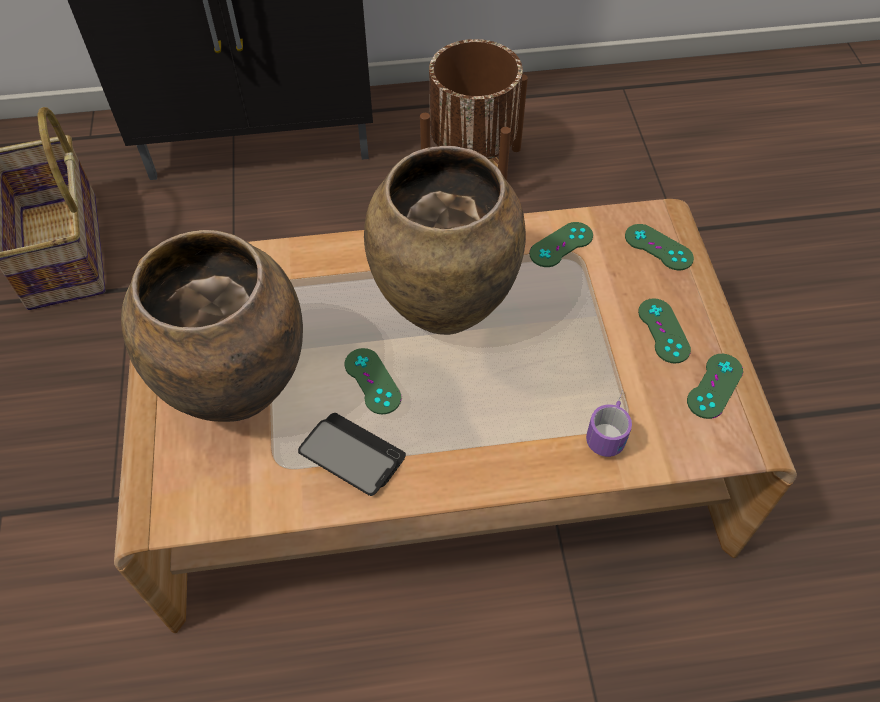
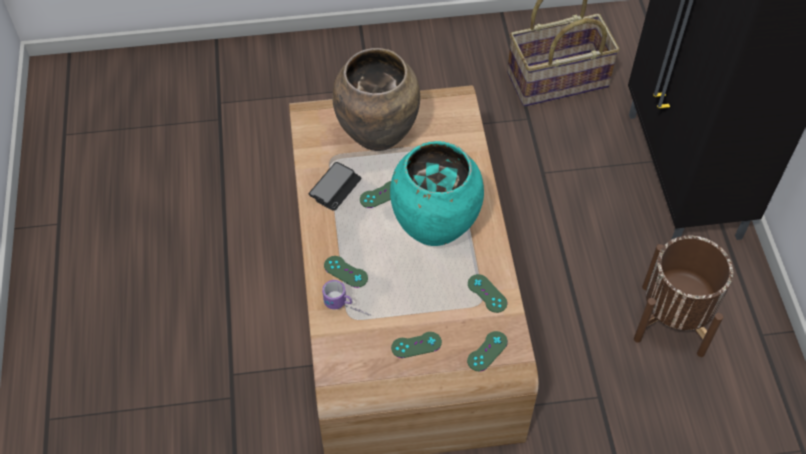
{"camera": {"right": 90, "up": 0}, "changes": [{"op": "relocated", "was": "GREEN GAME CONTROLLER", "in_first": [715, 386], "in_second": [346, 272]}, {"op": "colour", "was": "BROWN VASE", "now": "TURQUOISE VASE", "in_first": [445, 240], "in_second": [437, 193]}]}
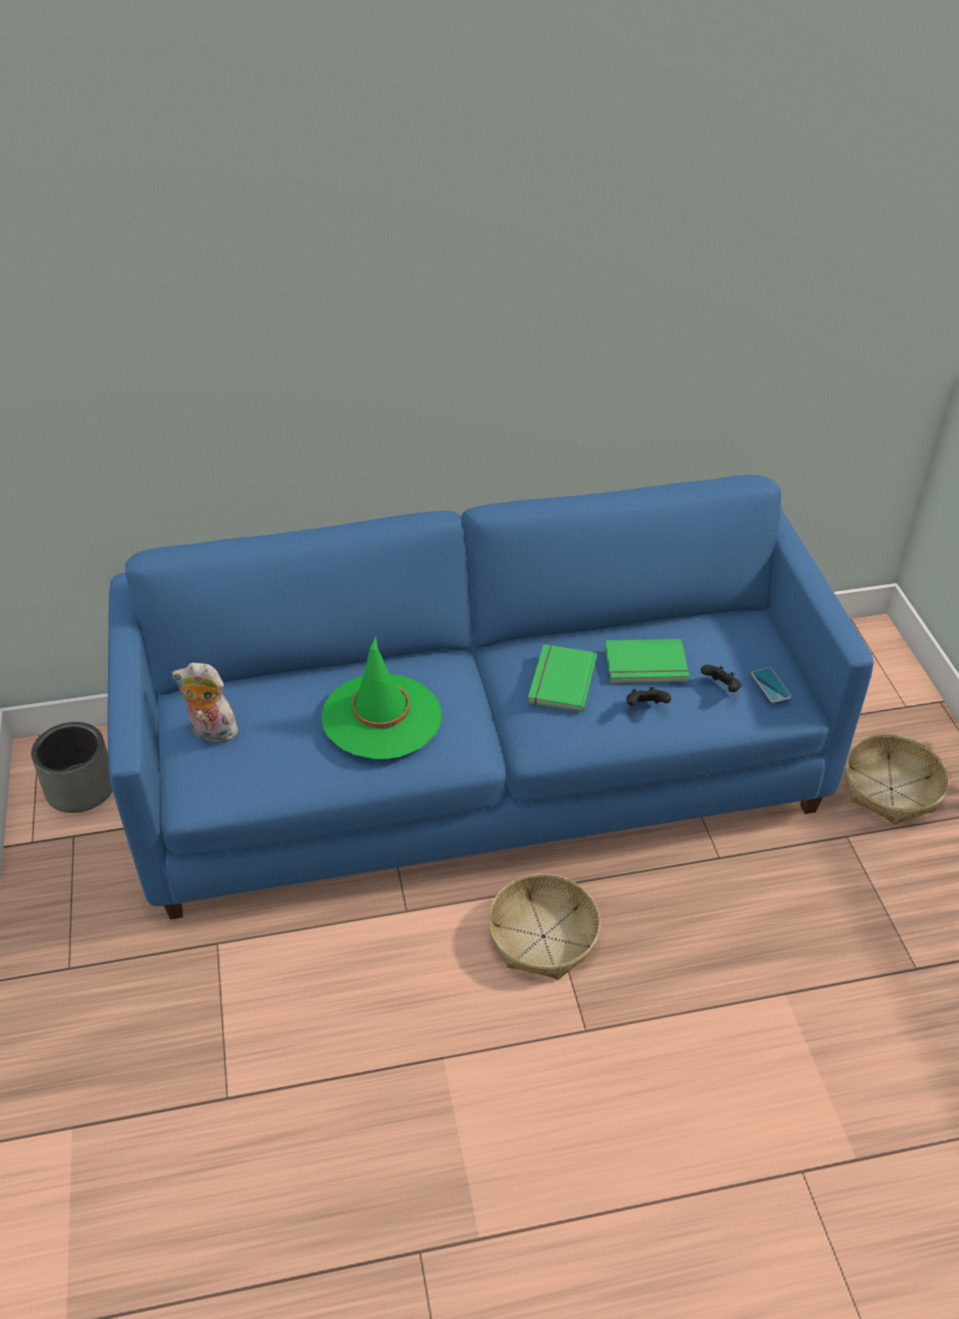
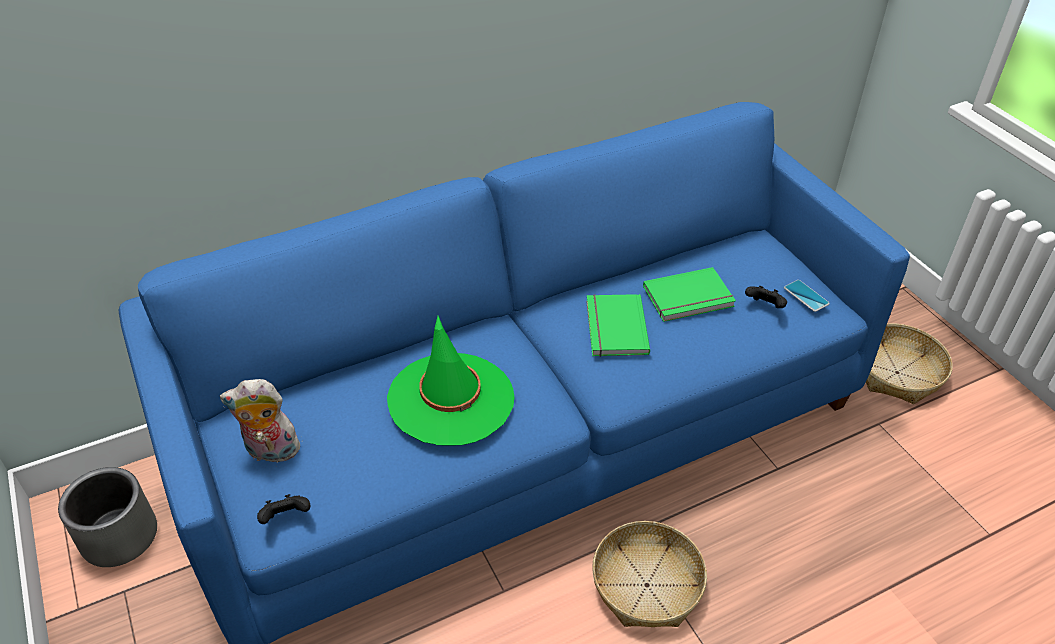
{"camera": {"right": -15, "up": 0}, "changes": [{"op": "relocated", "was": "BLACK GAME CONTROLLER", "in_first": [649, 696], "in_second": [283, 509]}]}
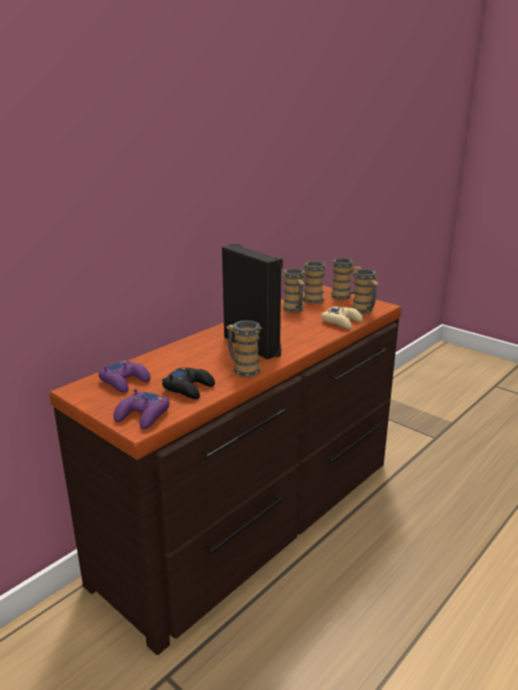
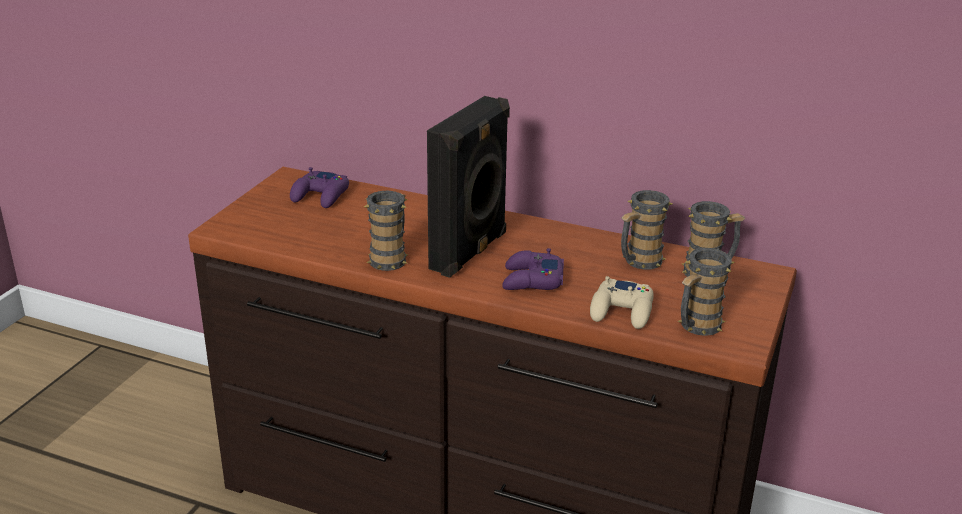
{"camera": {"right": 70, "up": 5}, "changes": [{"op": "relocated", "was": "PURPLE GAME CONTROLLER", "in_first": [141, 409], "in_second": [533, 269]}, {"op": "missing", "was": "BLACK GAME CONTROLLER", "in_first": [188, 383]}, {"op": "missing", "was": "MUG", "in_first": [346, 279]}]}
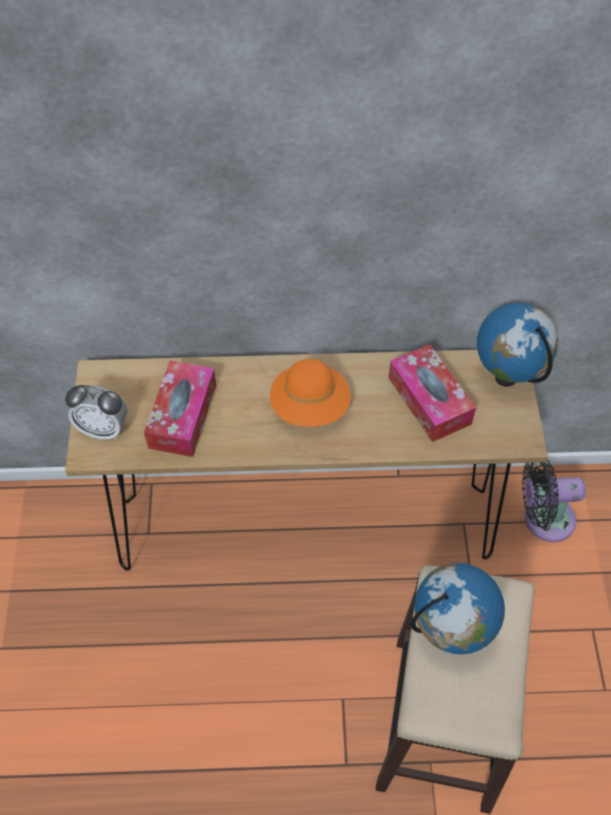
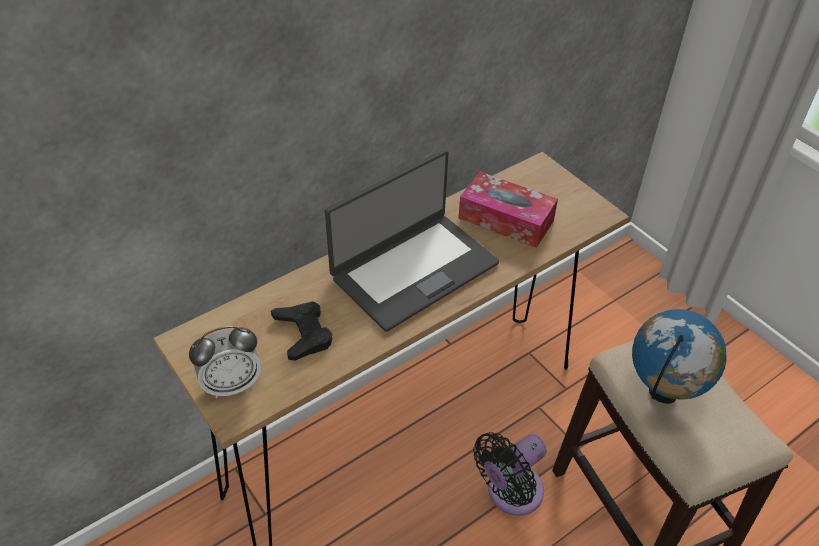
{"camera": {"right": -35, "up": -10}, "changes": [{"op": "exchanged", "was": "TISSUE BOX", "now": "BLACK GAME CONTROLLER", "in_first": [180, 408], "in_second": [302, 331]}, {"op": "exchanged", "was": "ORANGE HAT", "now": "LAPTOP", "in_first": [310, 393], "in_second": [412, 241]}, {"op": "relocated", "was": "BLACK FAN", "in_first": [554, 501], "in_second": [510, 474]}, {"op": "missing", "was": "GLOBE", "in_first": [517, 344]}]}
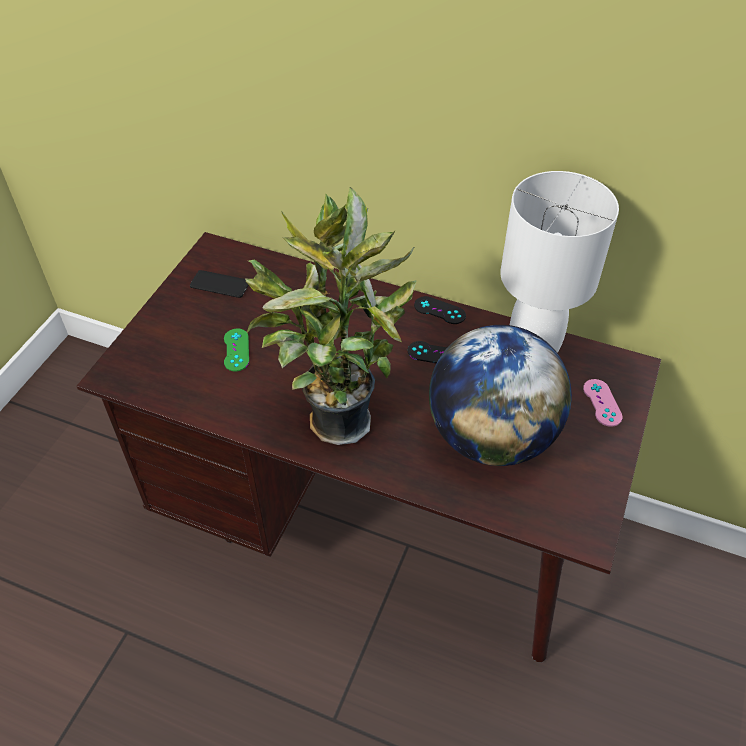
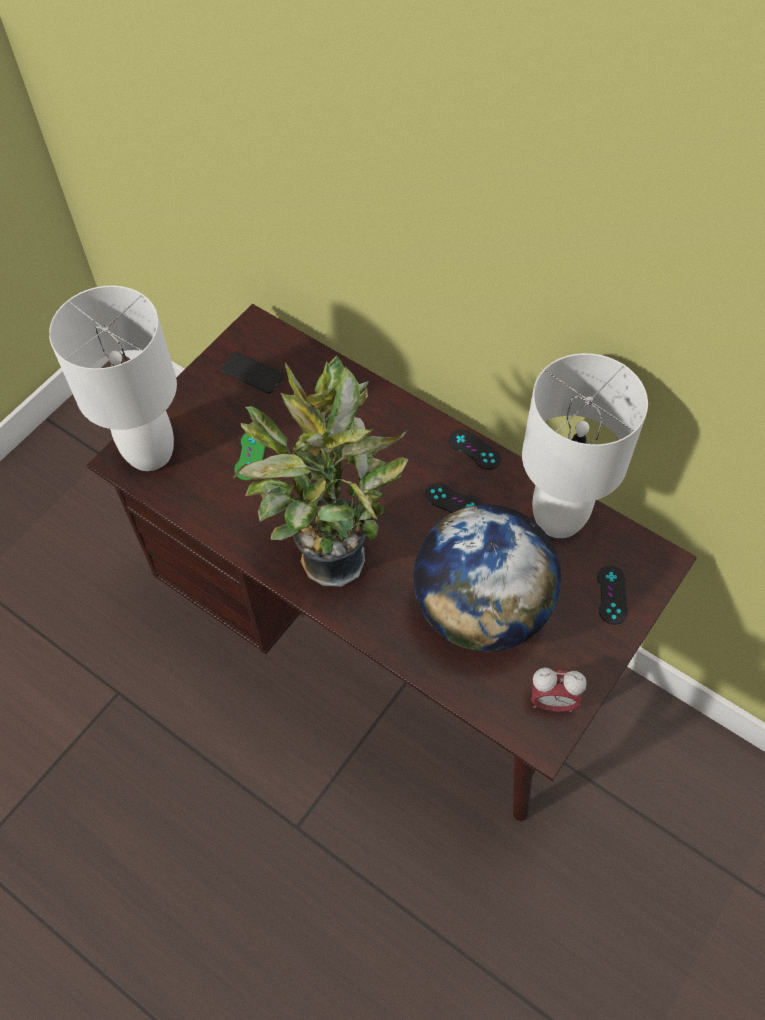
{"camera": {"right": 15, "up": 10}, "changes": [{"op": "appeared", "now": "WHITE TABLE LAMP", "in_second": [113, 378]}, {"op": "appeared", "now": "ALARM CLOCK", "in_second": [559, 690]}, {"op": "colour", "was": "PINK GAME CONTROLLER", "now": "BLACK GAME CONTROLLER", "in_first": [603, 403], "in_second": [612, 595]}]}
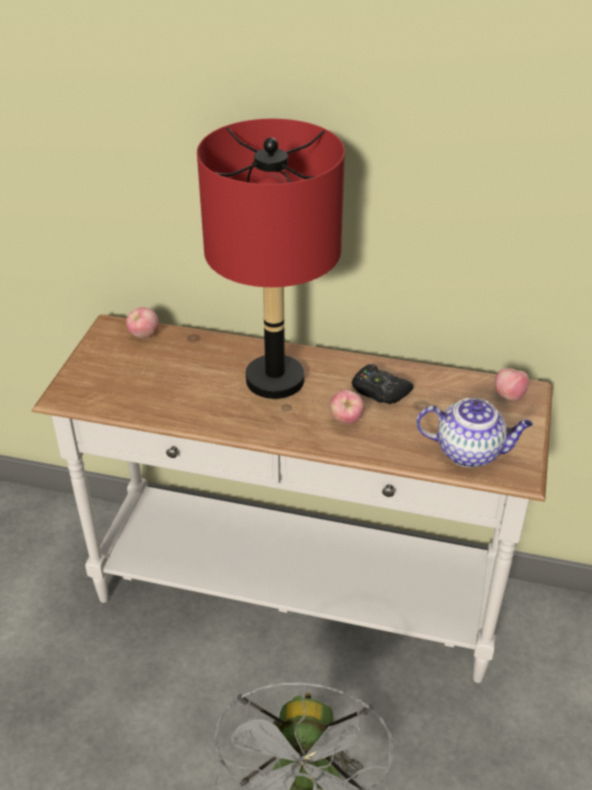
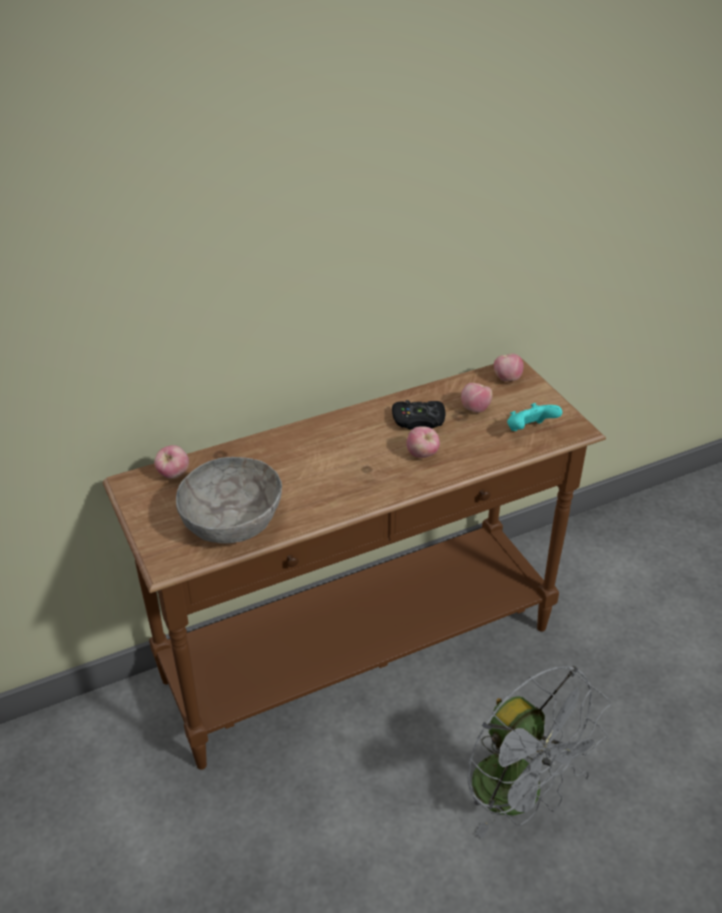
{"camera": {"right": -40, "up": 0}, "changes": [{"op": "colour", "was": "WHITE CONSOLE TABLE", "now": "BROWN CONSOLE TABLE", "in_first": [292, 498], "in_second": [354, 564]}, {"op": "appeared", "now": "GREY BOWL", "in_second": [229, 500]}, {"op": "appeared", "now": "APPLE", "in_second": [477, 398]}, {"op": "exchanged", "was": "TEAPOT", "now": "TURQUOISE GAME CONTROLLER", "in_first": [474, 432], "in_second": [534, 417]}, {"op": "missing", "was": "RED TABLE LAMP", "in_first": [271, 259]}]}
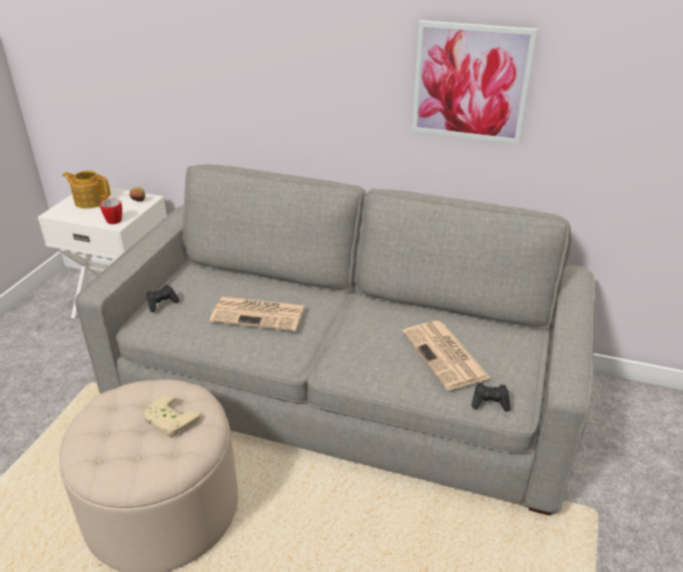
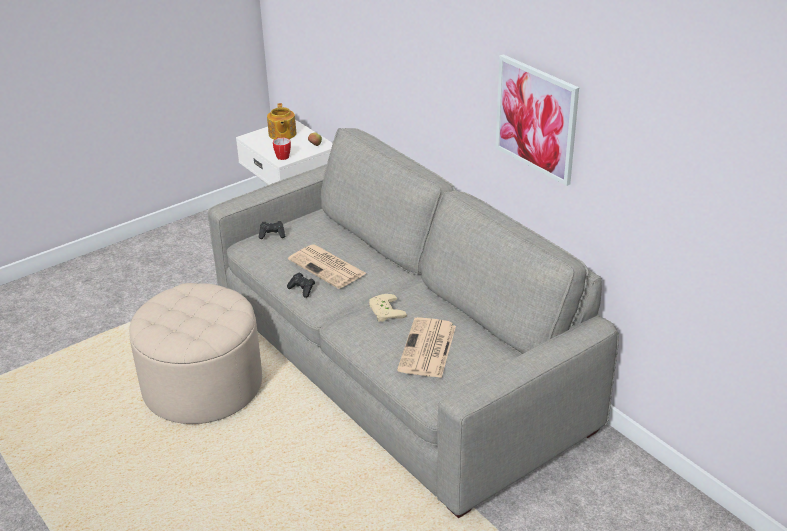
{"camera": {"right": 35, "up": 0}, "changes": [{"op": "spun", "was": "TEAPOT", "in_first": [86, 190], "in_second": [282, 121], "clockwise": -150}, {"op": "relocated", "was": "BLACK GAME CONTROLLER", "in_first": [491, 397], "in_second": [301, 285]}, {"op": "relocated", "was": "BEIGE GAME CONTROLLER", "in_first": [172, 416], "in_second": [388, 308]}]}
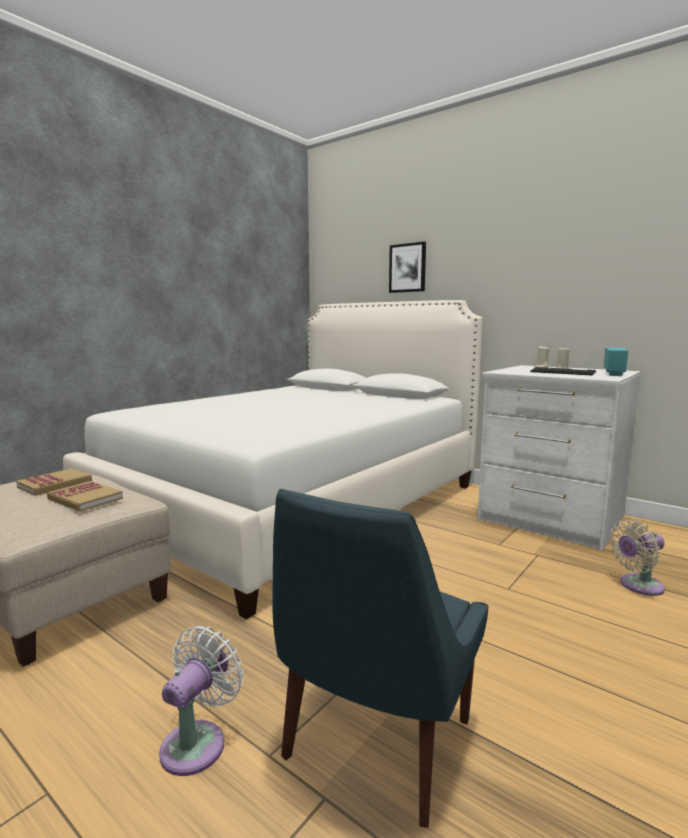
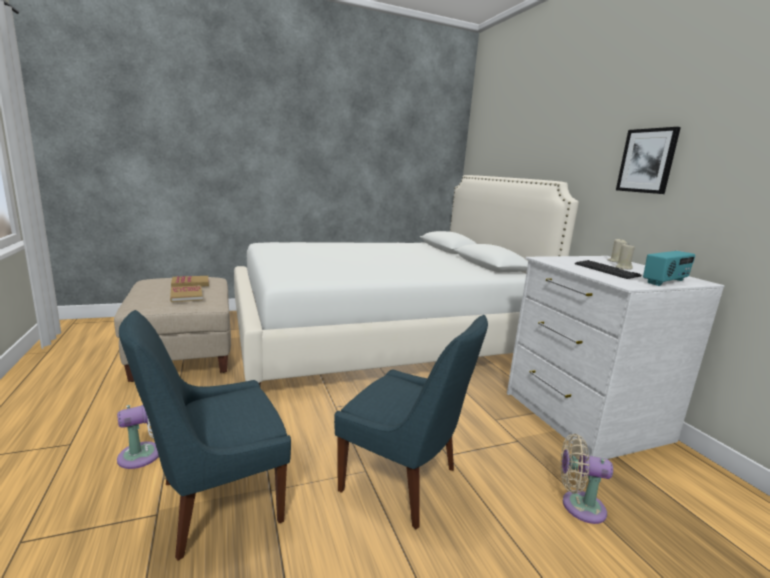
{"camera": {"right": 30, "up": 5}, "changes": [{"op": "appeared", "now": "BLUE CHAIR", "in_second": [411, 422]}, {"op": "relocated", "was": "PICTURE", "in_first": [407, 267], "in_second": [648, 160]}]}
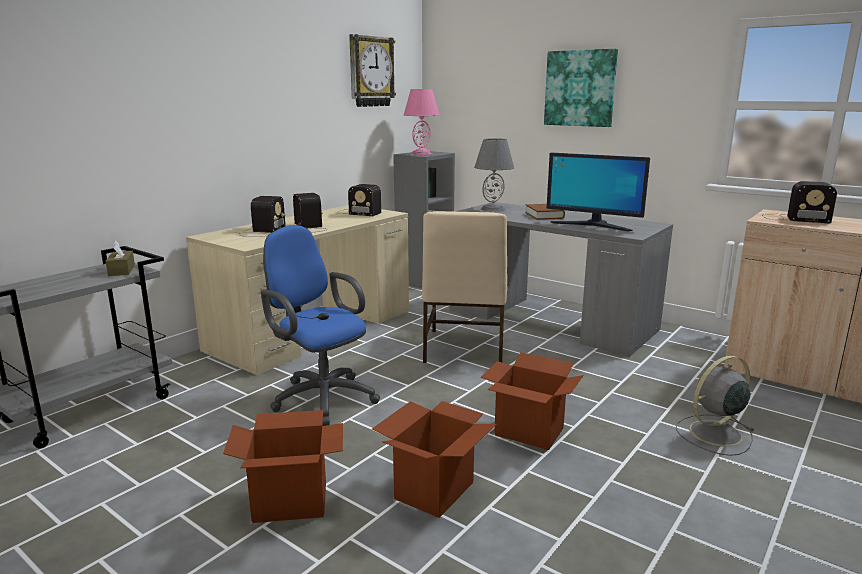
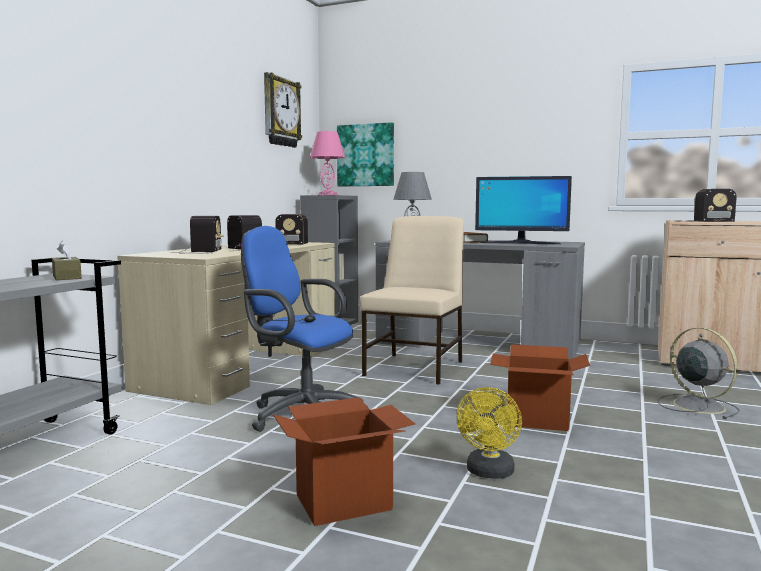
{"camera": {"right": -15, "up": -10}, "changes": [{"op": "relocated", "was": "PICTURE", "in_first": [581, 88], "in_second": [365, 154]}, {"op": "spun", "was": "BEIGE CHAIR", "in_first": [464, 287], "in_second": [412, 300], "clockwise": -150}, {"op": "exchanged", "was": "CARDBOARD BOX", "now": "YELLOW FAN", "in_first": [434, 459], "in_second": [489, 433]}, {"op": "spun", "was": "GREY FAN", "in_first": [715, 406], "in_second": [699, 373], "clockwise": 105}]}
